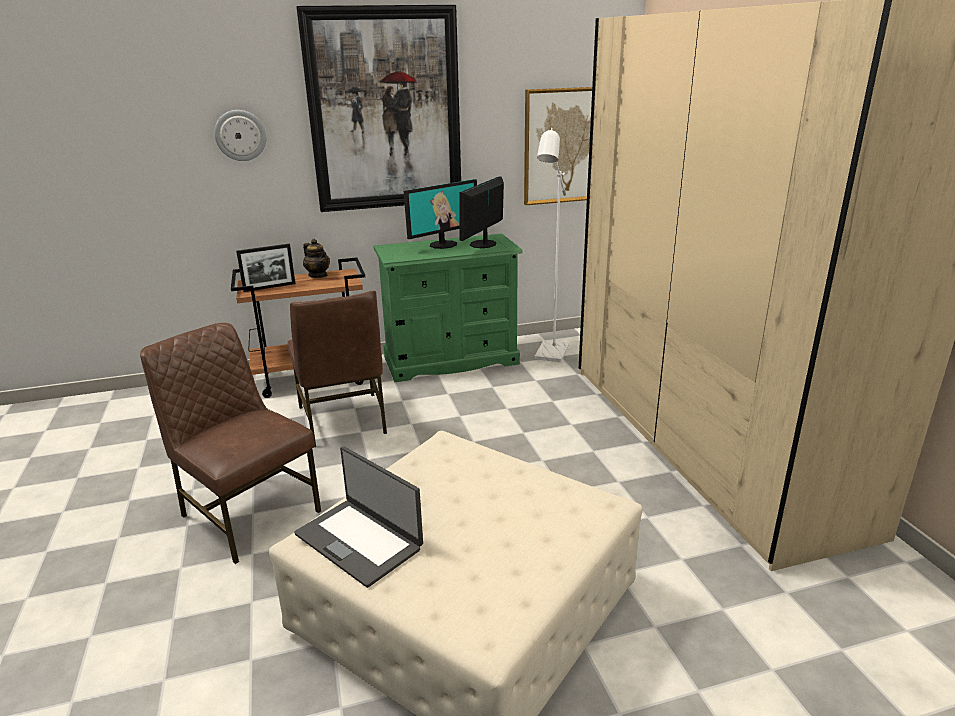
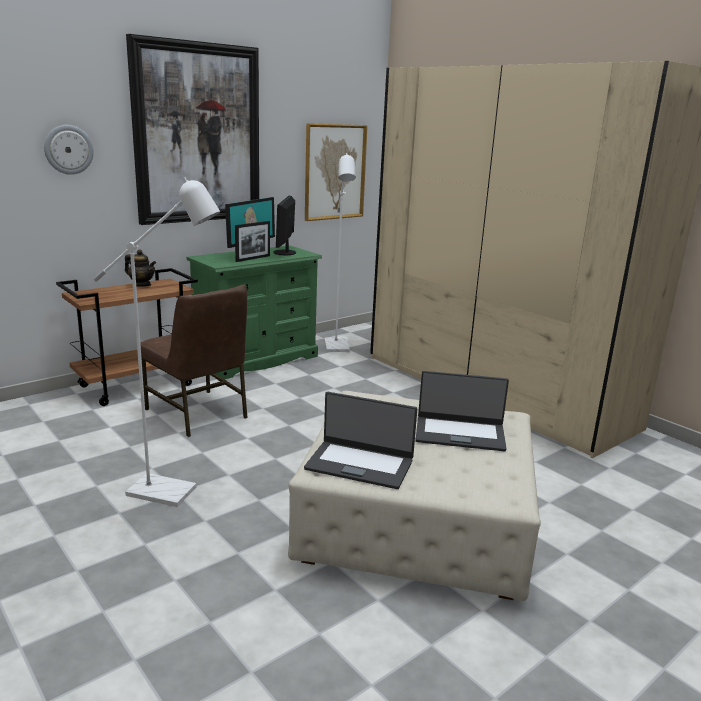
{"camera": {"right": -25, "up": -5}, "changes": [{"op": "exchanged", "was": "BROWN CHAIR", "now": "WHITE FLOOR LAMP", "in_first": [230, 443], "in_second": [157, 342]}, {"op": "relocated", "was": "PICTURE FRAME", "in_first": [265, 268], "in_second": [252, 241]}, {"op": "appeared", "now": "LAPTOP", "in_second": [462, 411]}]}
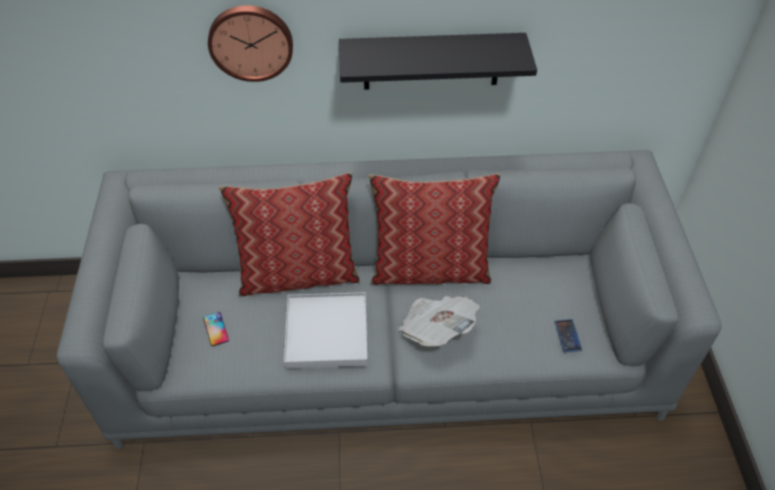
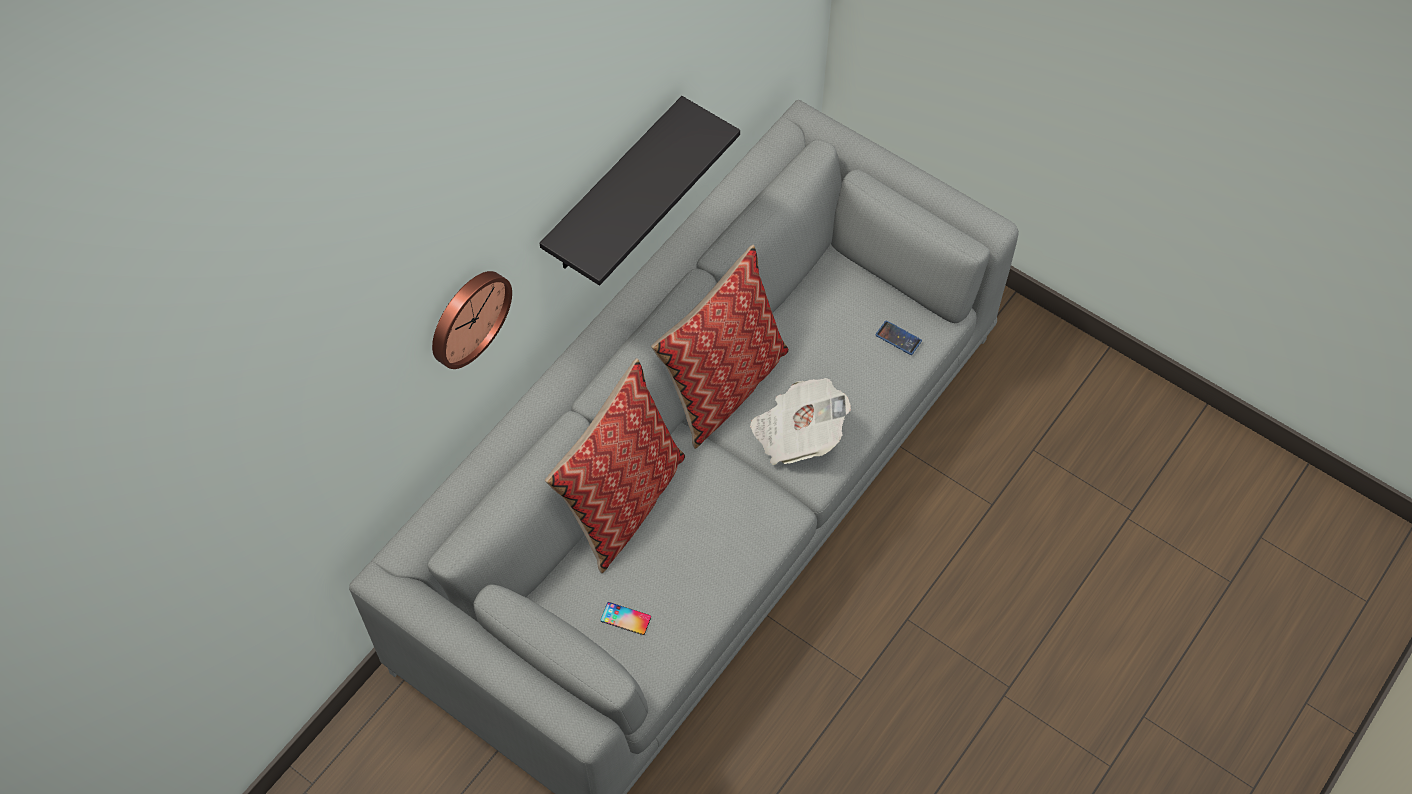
{"camera": {"right": -50, "up": 10}, "changes": [{"op": "missing", "was": "WHITE TRAY", "in_first": [326, 330]}]}
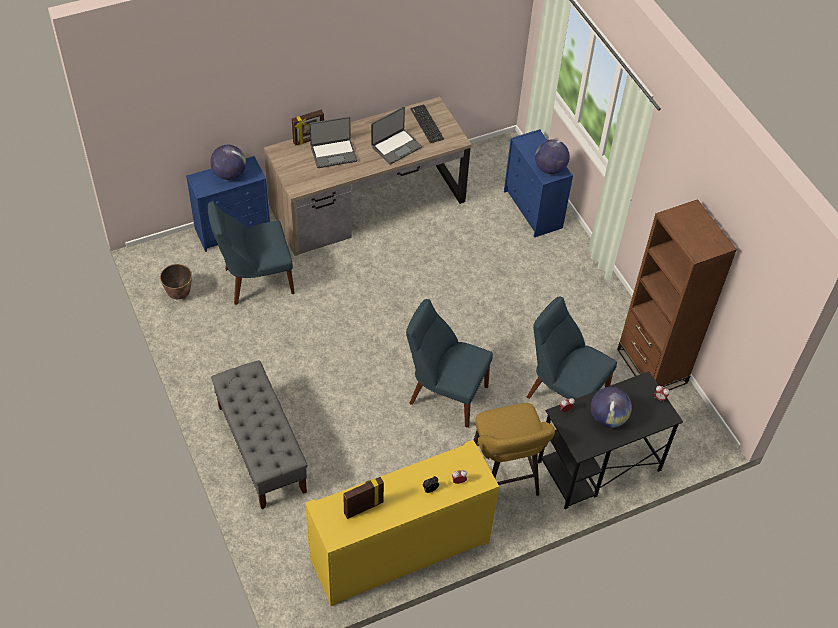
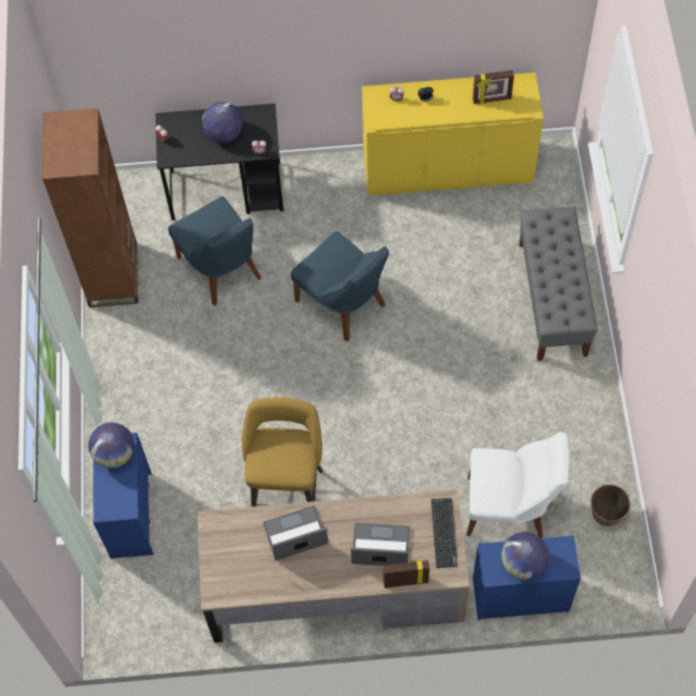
{"camera": {"right": -155, "up": 10}, "changes": [{"op": "relocated", "was": "YELLOW STOOL", "in_first": [514, 449], "in_second": [282, 452]}, {"op": "relocated", "was": "KEYBOARD", "in_first": [427, 124], "in_second": [444, 533]}, {"op": "colour", "was": "BLUE CHAIR", "now": "WHITE CHAIR", "in_first": [251, 253], "in_second": [518, 485]}]}
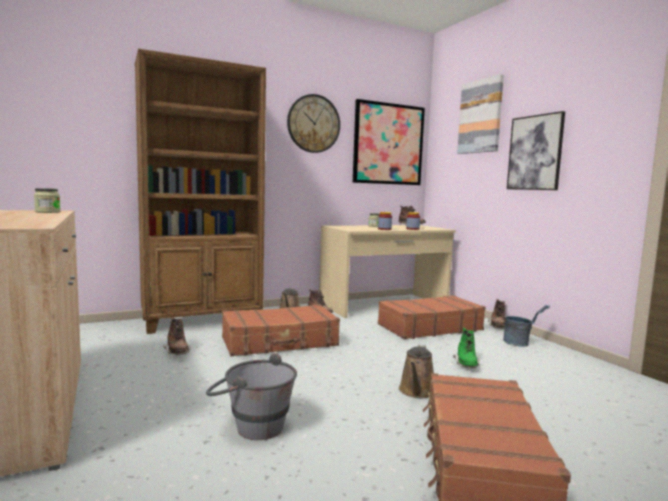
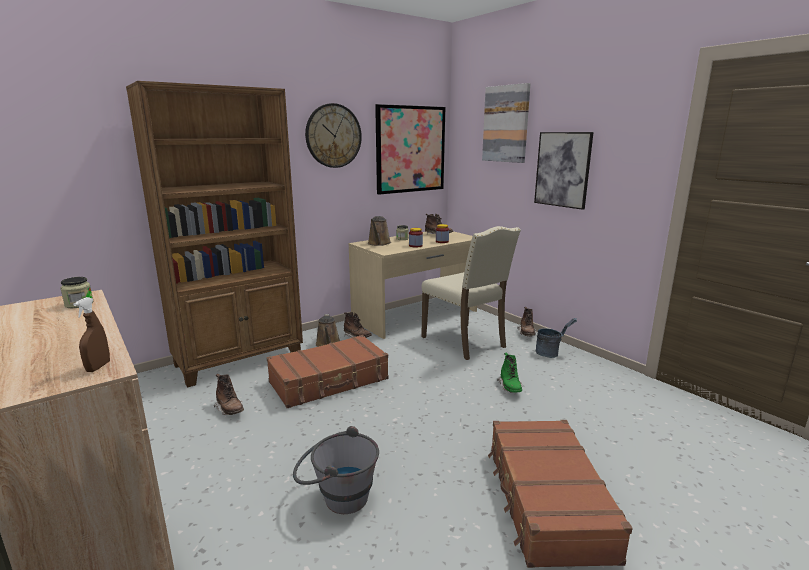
{"camera": {"right": -10, "up": 10}, "changes": [{"op": "appeared", "now": "BROWN SPRAY BOTTLE", "in_second": [91, 334]}, {"op": "relocated", "was": "BROWN WATERING CAN", "in_first": [416, 371], "in_second": [379, 231]}, {"op": "exchanged", "was": "BROWN SUITCASE", "now": "BEIGE CHAIR", "in_first": [432, 317], "in_second": [471, 293]}]}
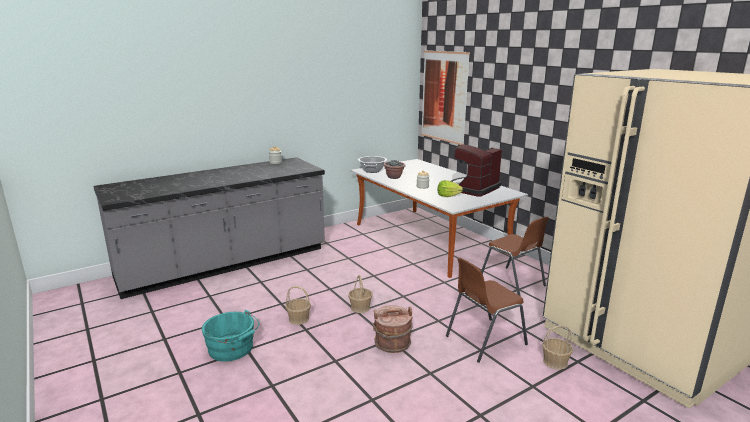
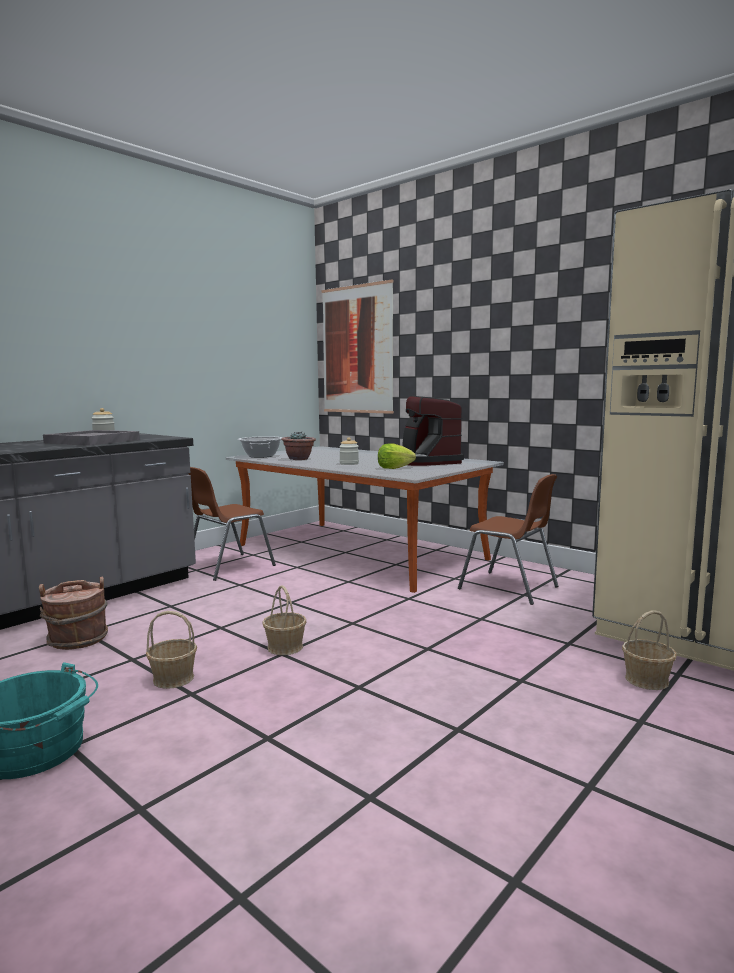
{"camera": {"right": -15, "up": -10}, "changes": [{"op": "relocated", "was": "BROWN BUCKET", "in_first": [392, 329], "in_second": [73, 613]}, {"op": "appeared", "now": "GREY TRAY", "in_second": [91, 438]}, {"op": "relocated", "was": "BROWN CHAIR", "in_first": [487, 310], "in_second": [232, 524]}, {"op": "spun", "was": "COFFEE MACHINE", "in_first": [476, 171], "in_second": [433, 431], "clockwise": -45}]}
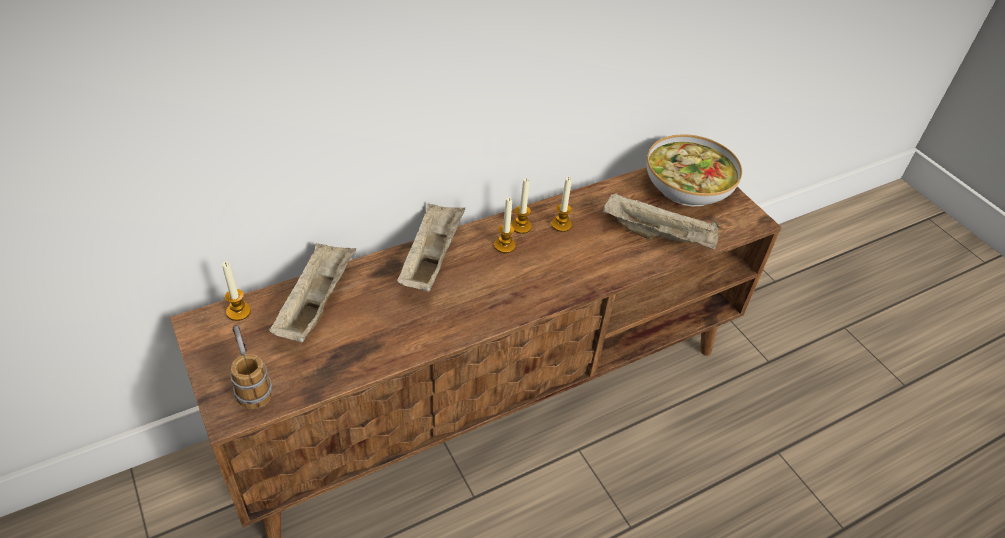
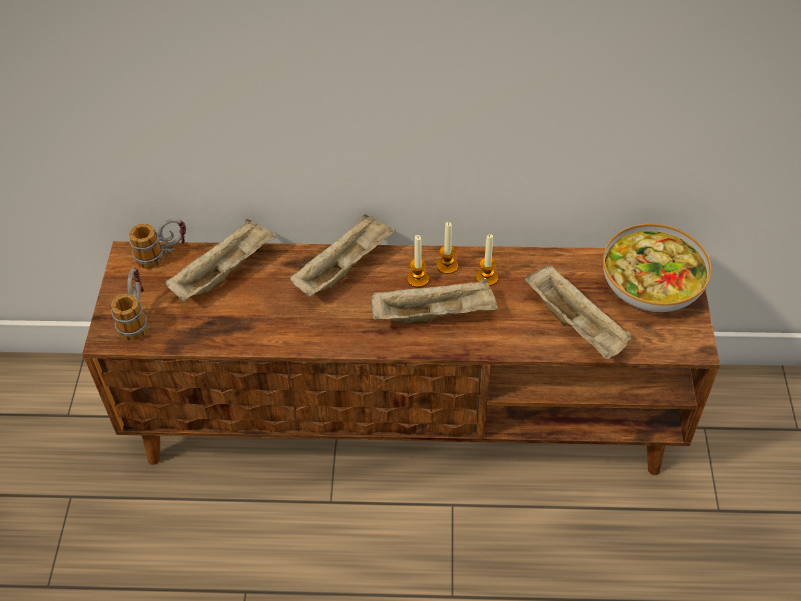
{"camera": {"right": 35, "up": 5}, "changes": [{"op": "exchanged", "was": "CANDLE", "now": "MUG", "in_first": [236, 291], "in_second": [157, 244]}, {"op": "appeared", "now": "BEIGE TRAY", "in_second": [434, 301]}]}
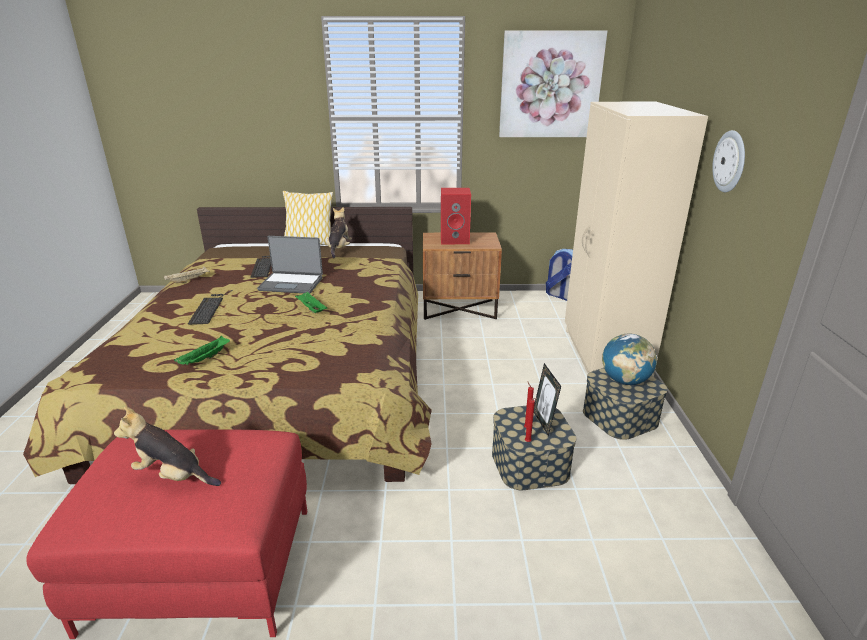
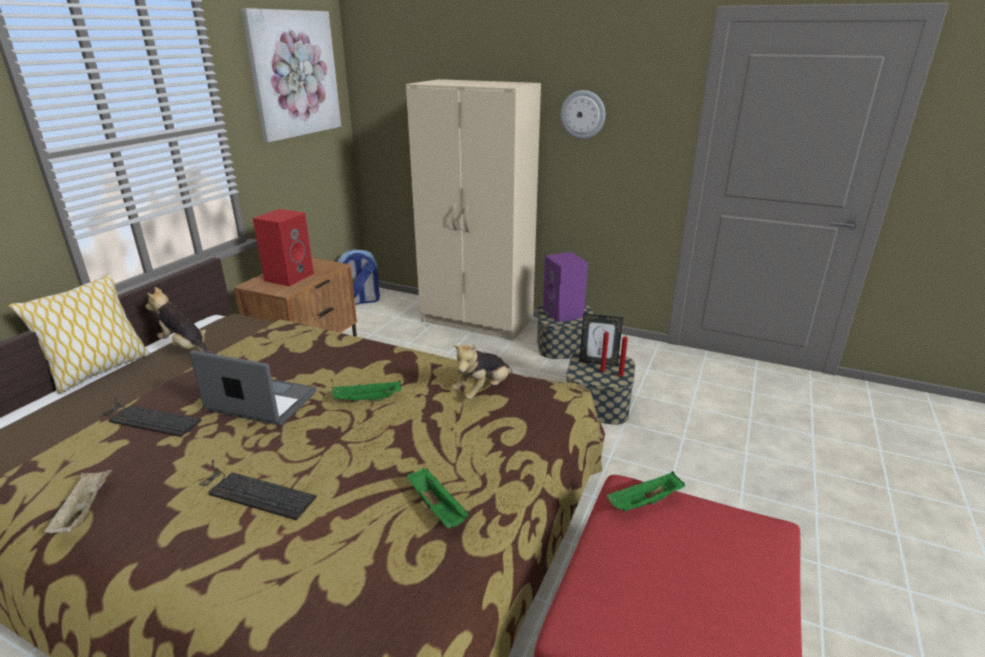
{"camera": {"right": -65, "up": 0}, "changes": [{"op": "spun", "was": "LAPTOP", "in_first": [290, 264], "in_second": [252, 388], "clockwise": -105}, {"op": "relocated", "was": "PLUSH TOY", "in_first": [167, 446], "in_second": [482, 372]}, {"op": "exchanged", "was": "GLOBE", "now": "PURPLE SPEAKER", "in_first": [629, 359], "in_second": [565, 287]}, {"op": "appeared", "now": "GREEN TRAY", "in_second": [646, 492]}]}
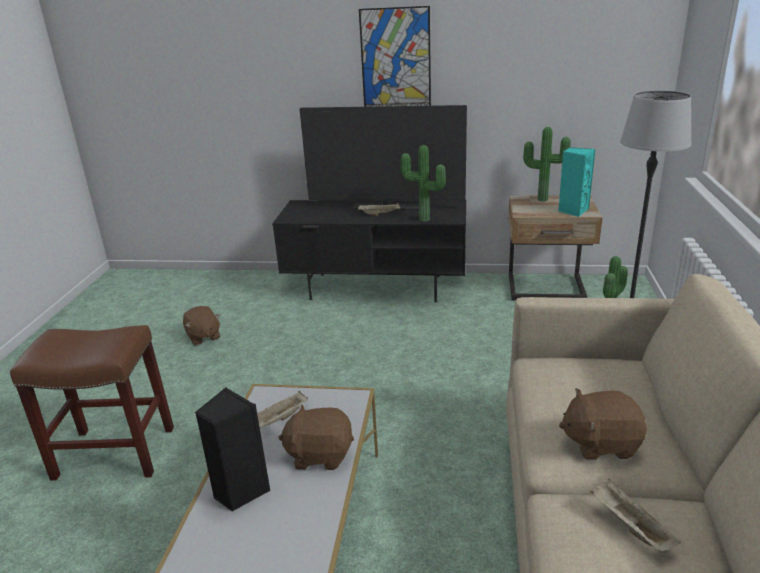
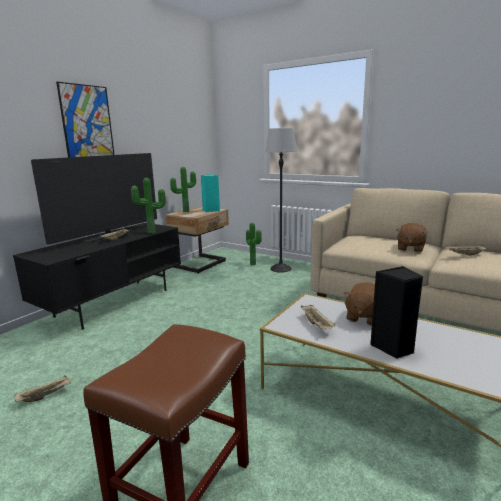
{"camera": {"right": -65, "up": -10}, "changes": [{"op": "exchanged", "was": "BROWN PLUSH TOY", "now": "BEIGE TRAY", "in_first": [201, 325], "in_second": [42, 388]}]}
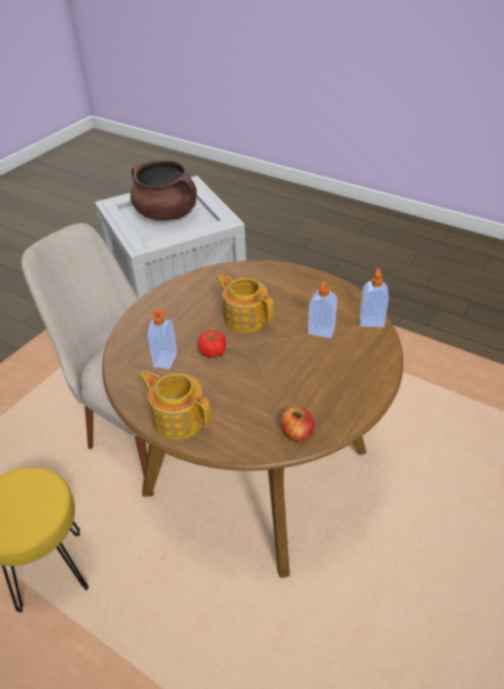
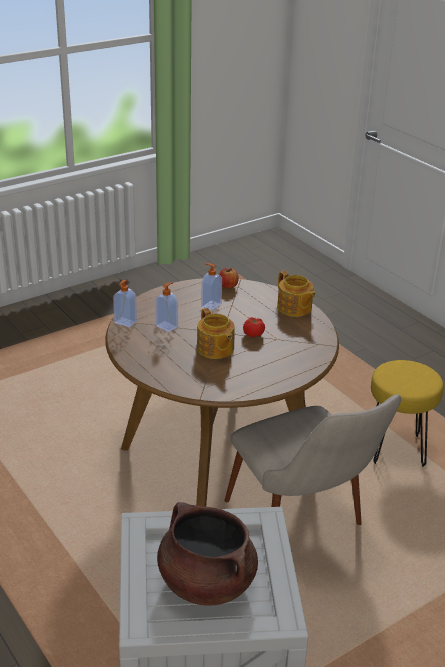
{"camera": {"right": -160, "up": -10}, "changes": [{"op": "relocated", "was": "SOAP DISPENSER", "in_first": [162, 339], "in_second": [211, 287]}]}
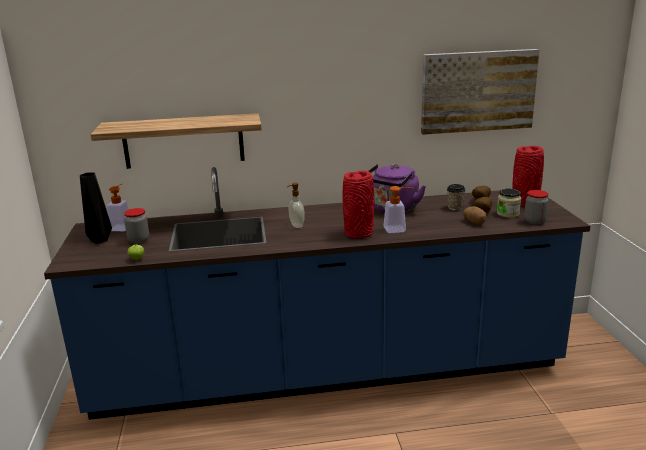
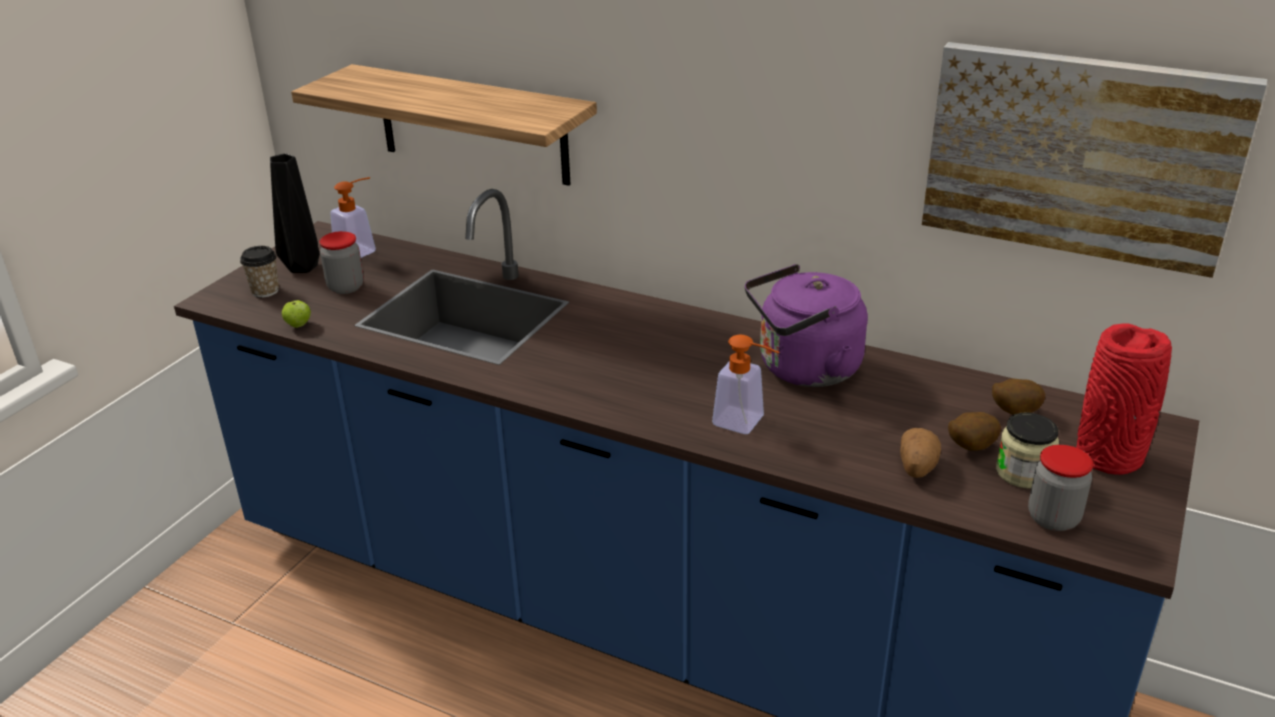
{"camera": {"right": 35, "up": 10}, "changes": [{"op": "relocated", "was": "CUP", "in_first": [456, 197], "in_second": [259, 272]}, {"op": "missing", "was": "SOAP DISPENSER", "in_first": [296, 205]}, {"op": "missing", "was": "RED VASE", "in_first": [358, 204]}]}
